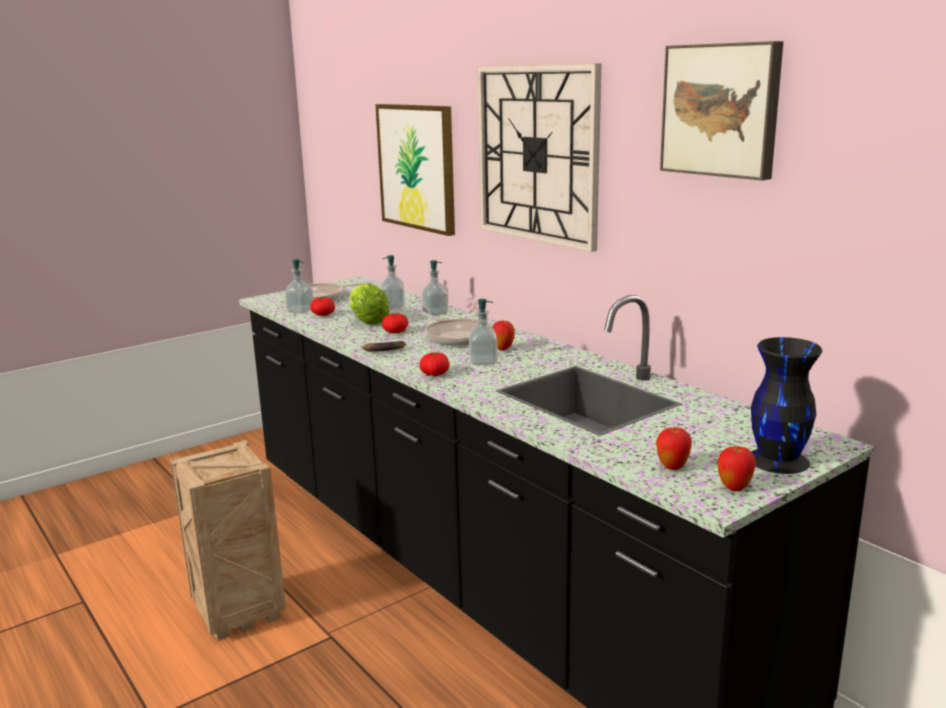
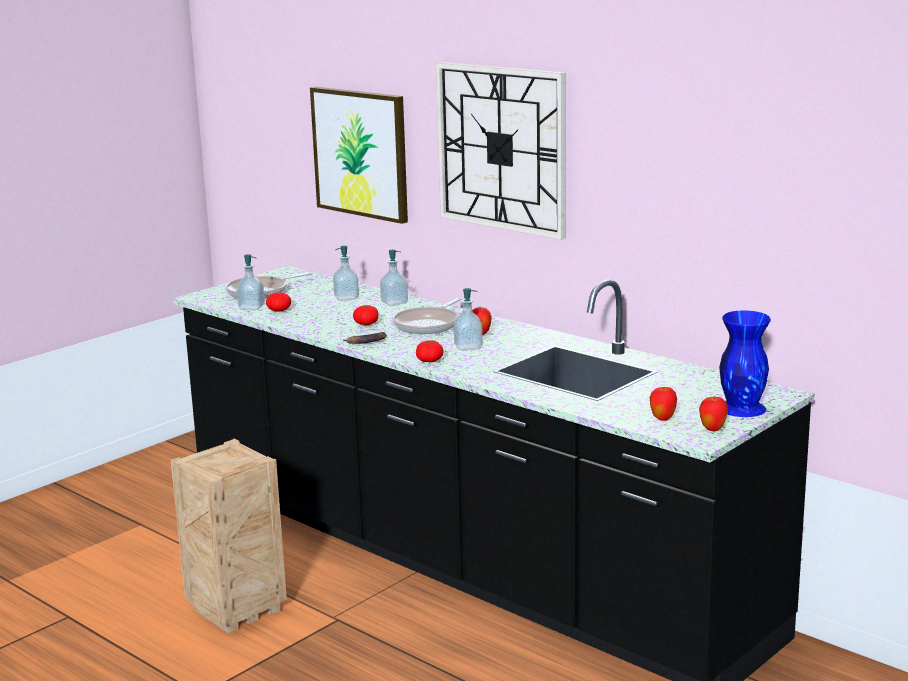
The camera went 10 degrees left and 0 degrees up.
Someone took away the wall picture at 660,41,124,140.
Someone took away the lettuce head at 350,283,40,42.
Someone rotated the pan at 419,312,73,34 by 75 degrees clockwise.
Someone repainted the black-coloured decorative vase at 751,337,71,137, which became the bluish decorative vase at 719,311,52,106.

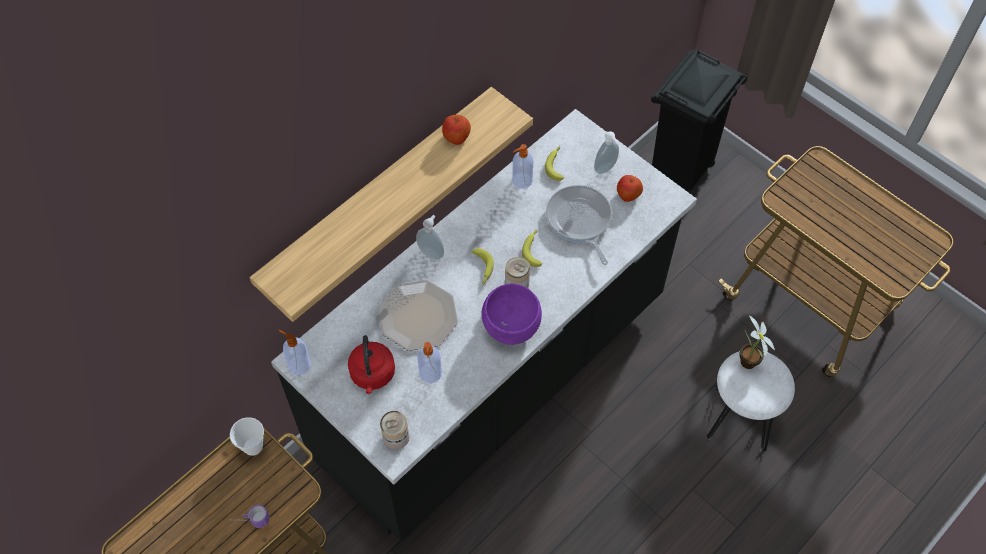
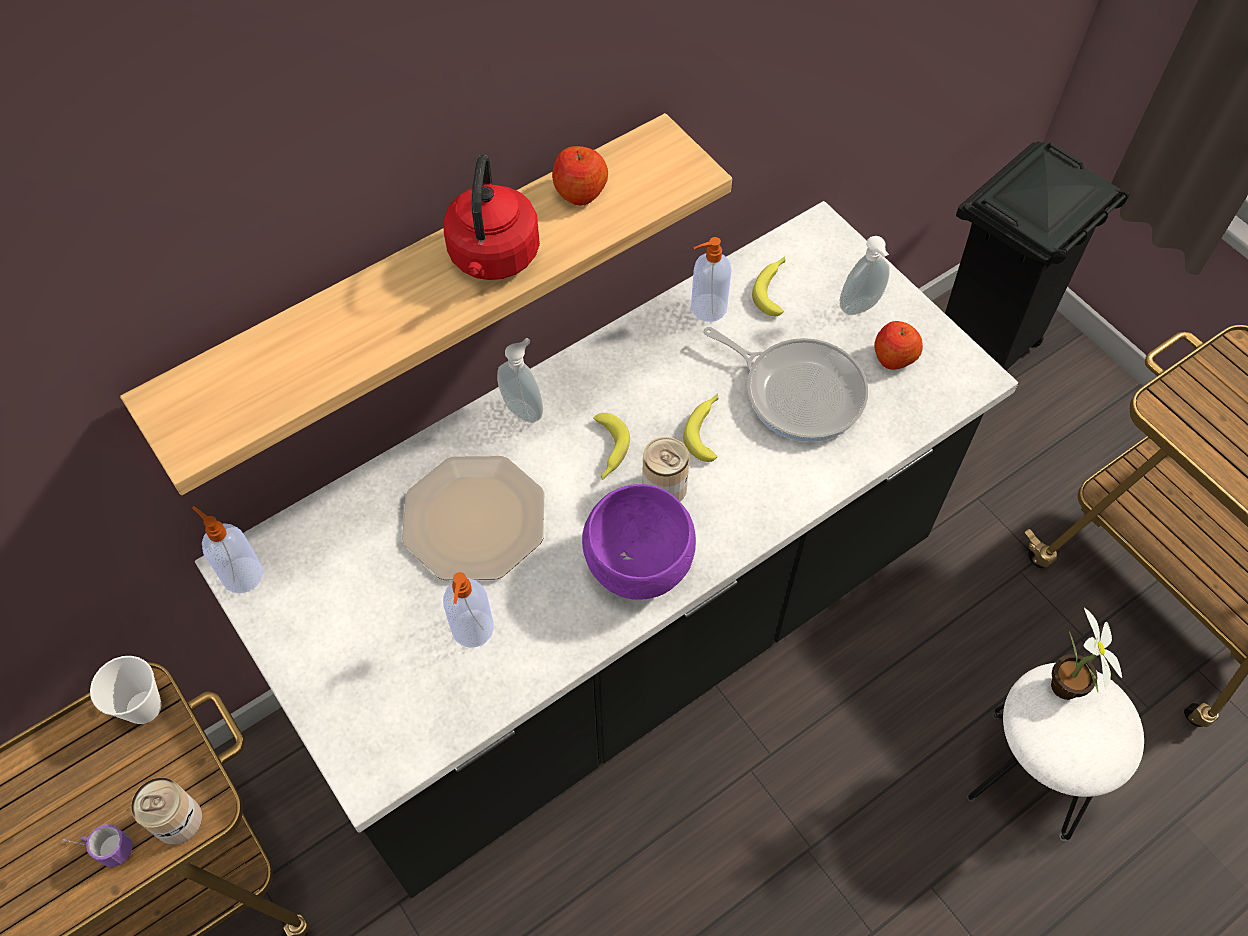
The camera went 10 degrees right and 0 degrees up.
Someone rotated the pan at 546,185,66,80 by 135 degrees clockwise.
Someone carried the red water kettle from 348,335,47,59 to 443,155,97,125.
Someone carried the metal can from 380,411,29,39 to 131,778,71,67.

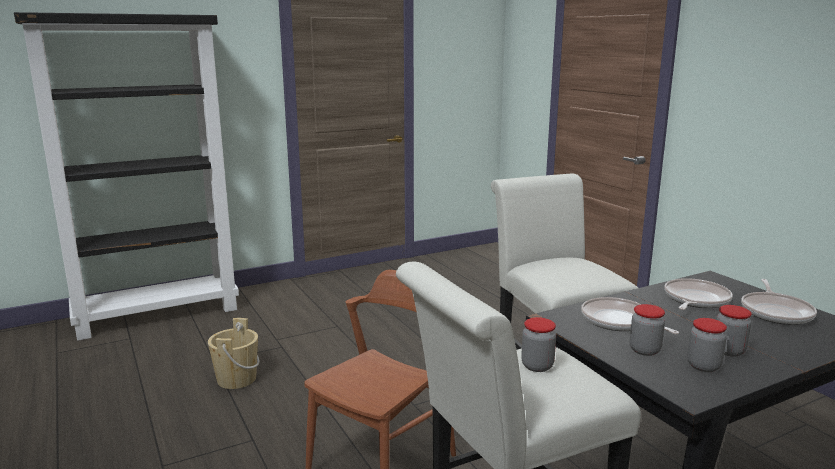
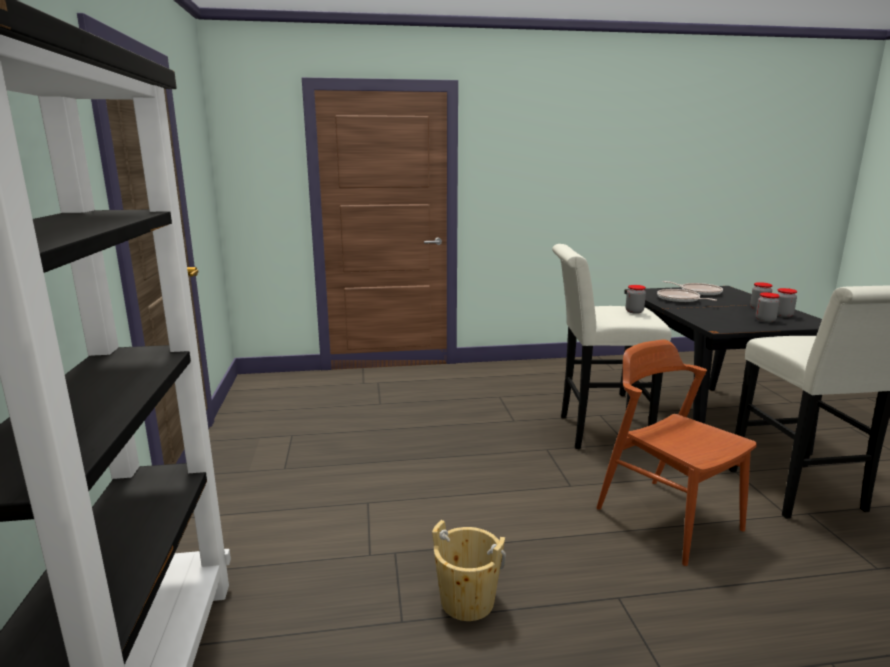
The camera went 70 degrees left and 0 degrees up.
Someone took away the pan at 581,297,98,37.
Someone carried the preserve jar from 521,317,35,55 to 626,285,20,29.

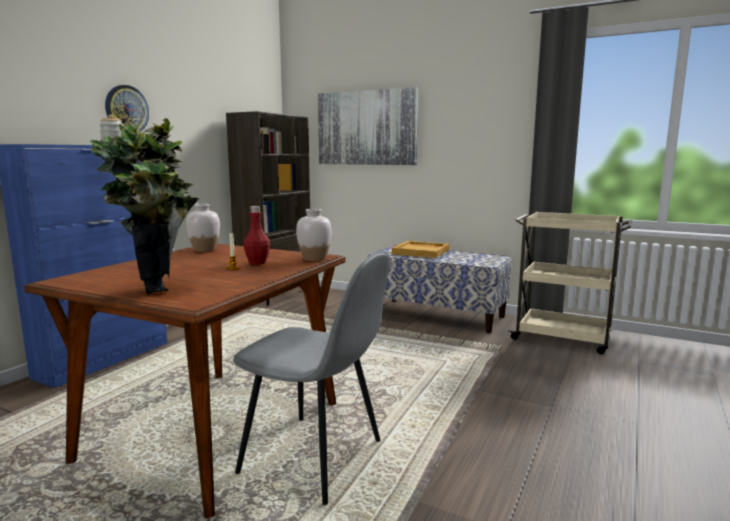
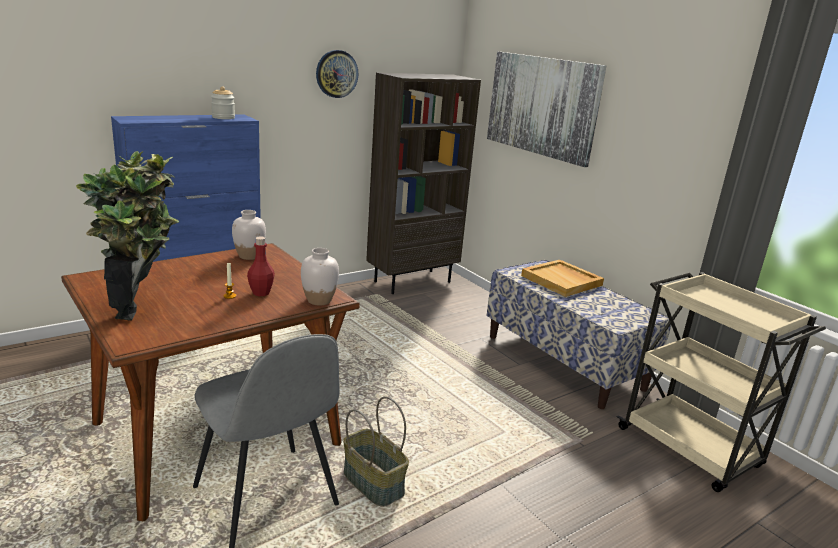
The camera went 25 degrees right and 10 degrees up.
Someone carried the clock on the wall from 105,85,44,47 to 316,50,42,48.
Someone put down the household basket at 343,397,66,110.

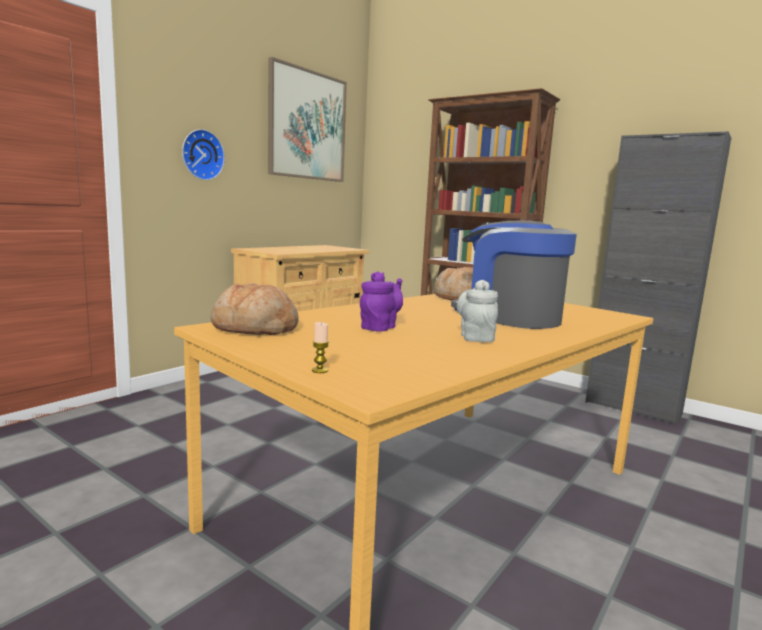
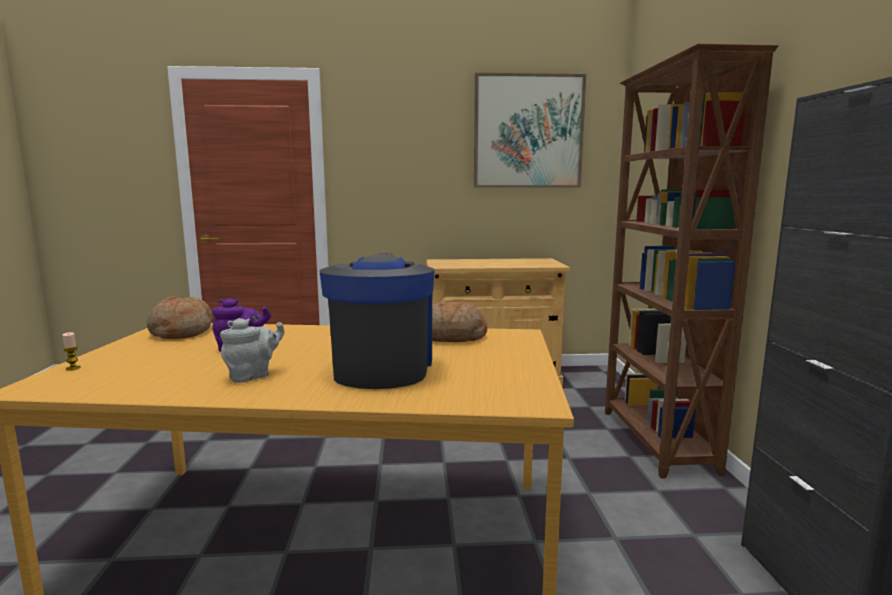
The camera went 50 degrees right and 0 degrees up.
Someone took away the clock on the wall at 182,129,43,51.

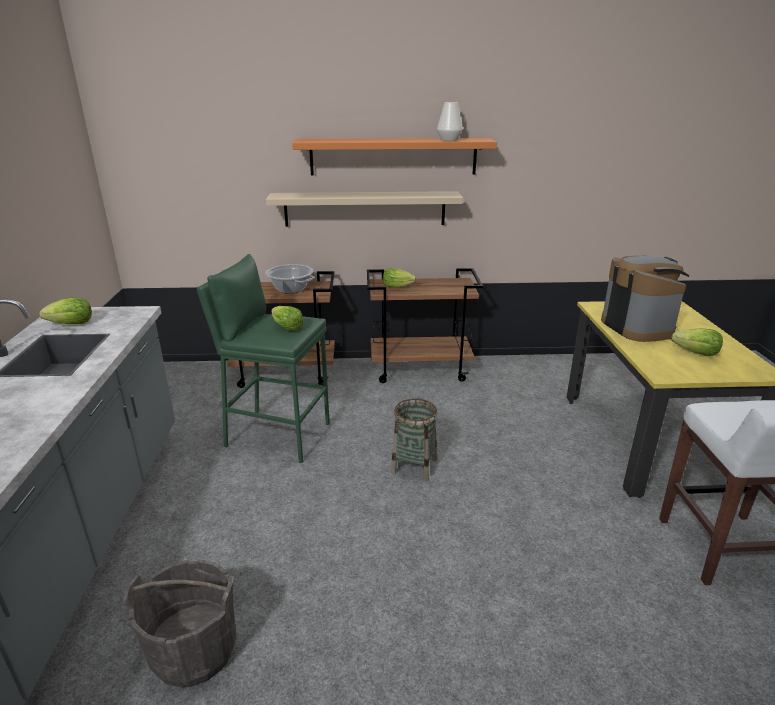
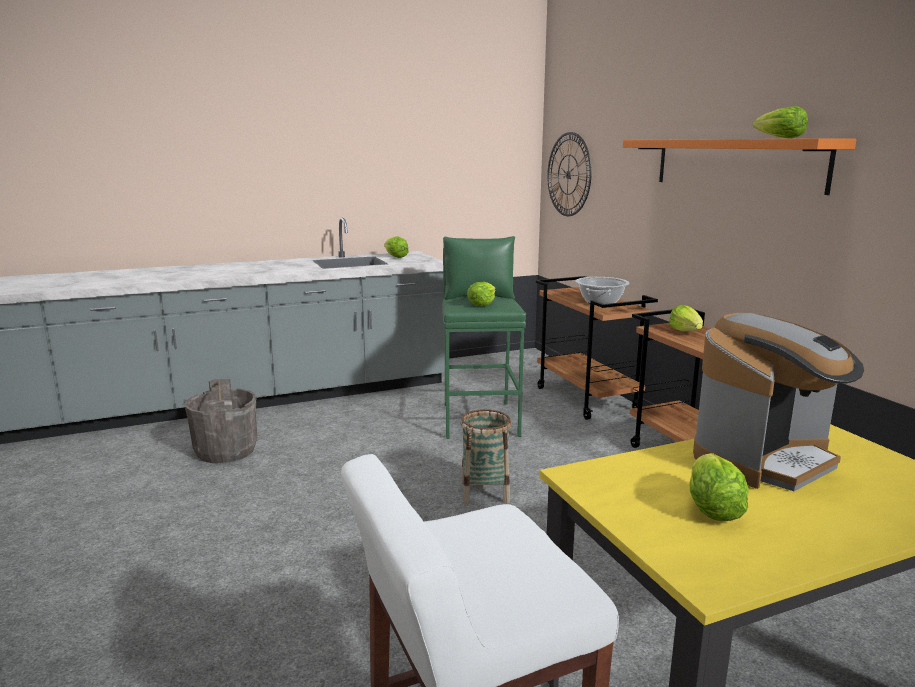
The camera went 70 degrees right and 10 degrees down.
Someone swapped the white decorative vase at 437,102,26,39 for the lettuce head at 752,106,56,32.
Someone took away the sand-coloured shelf at 266,191,197,36.
Someone put up the clock on the wall at 547,132,45,84.

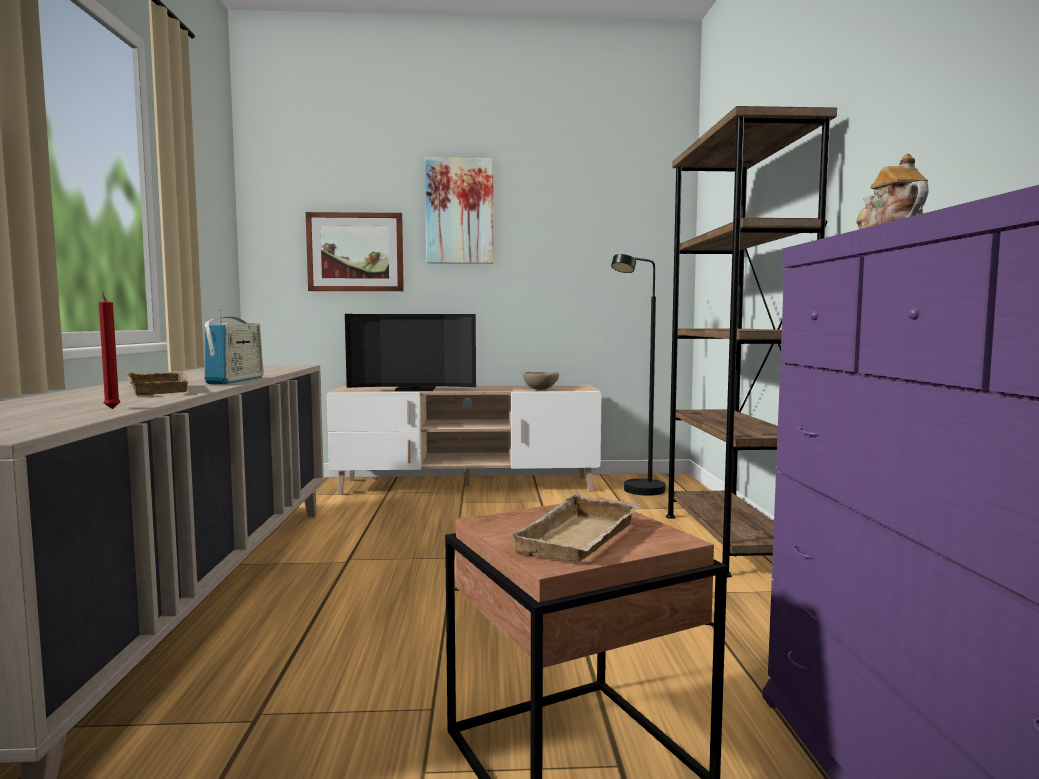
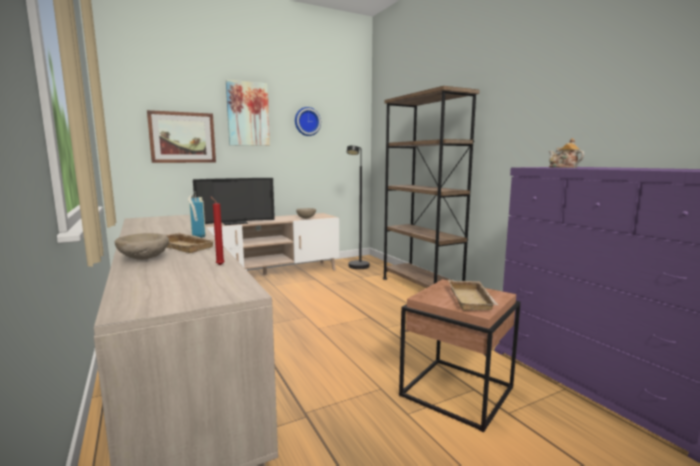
The camera went 25 degrees left and 5 degrees up.
Someone put up the clock on the wall at 295,107,26,29.
Someone put down the sand-coloured bowl at 115,233,54,27.

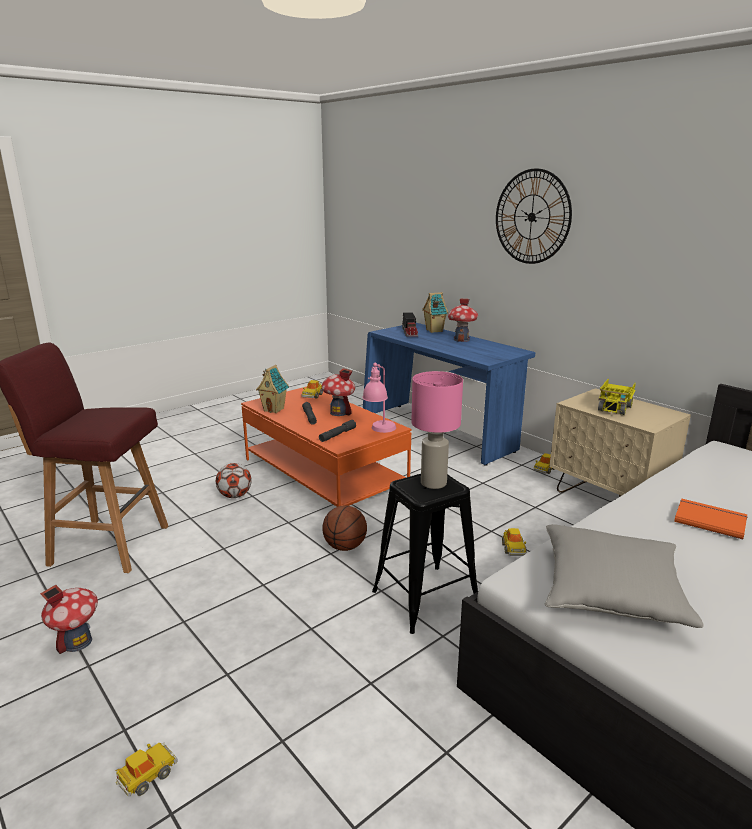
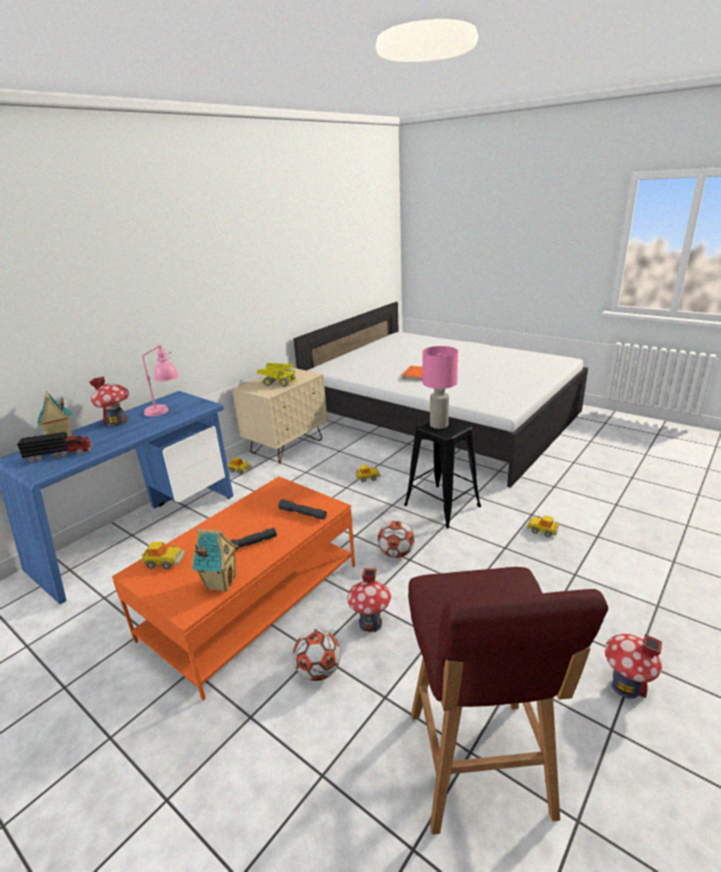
The camera went 100 degrees left and 5 degrees up.
Someone took away the clock on the wall at 496,168,76,96.
Someone carried the pinkish table lamp from 362,363,34,70 to 142,344,37,73.
Someone carried the toy house from 321,368,34,48 to 347,568,44,65.
Someone swapped the basketball ball at 322,505,45,46 for the football at 378,521,37,37.
Someone took away the grey pillow at 545,524,159,104.
Someone carried the toy car from 115,742,63,54 to 526,515,33,22.

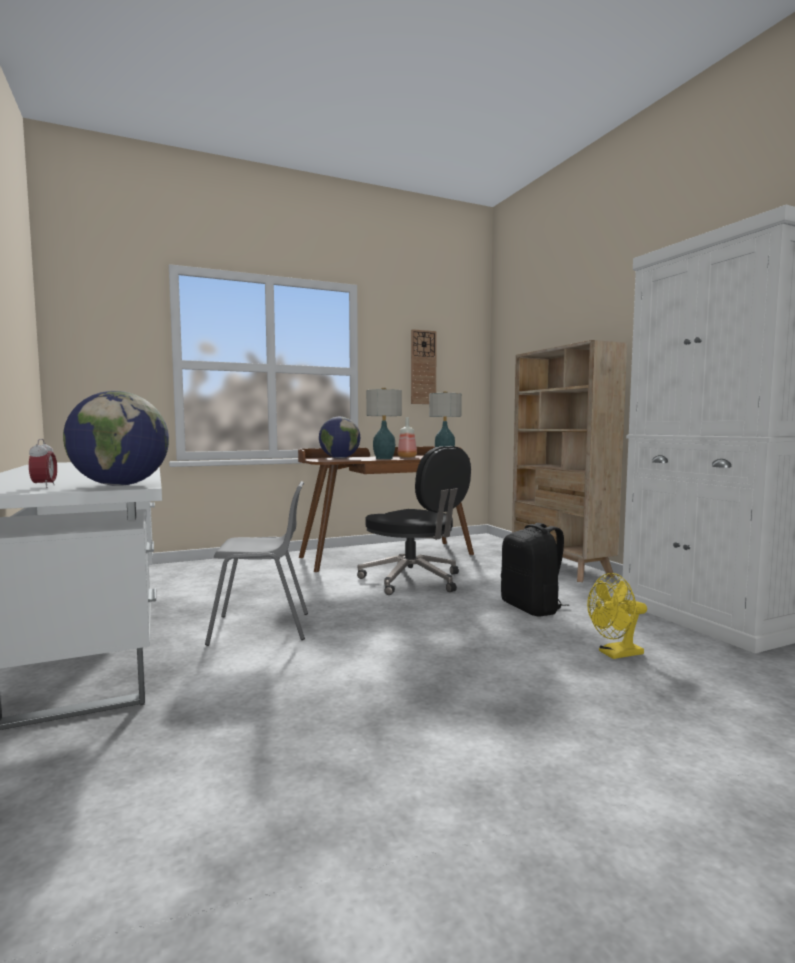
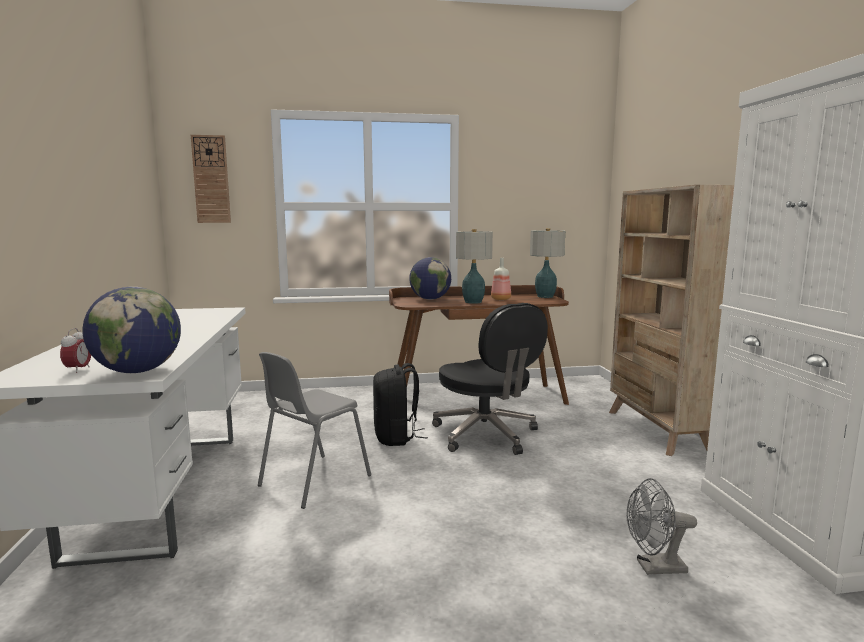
The camera went 15 degrees right and 5 degrees up.
Someone carried the clock on the wall from 411,329,26,75 to 191,135,40,88.
Someone rotated the grey plain chair at 205,481,103,165 by 120 degrees clockwise.
Someone carried the black-coloured backpack from 501,523,68,94 to 373,363,55,83.
Someone repainted the yellow electric fan at 587,573,60,86, which became the grey electric fan at 627,478,70,97.

